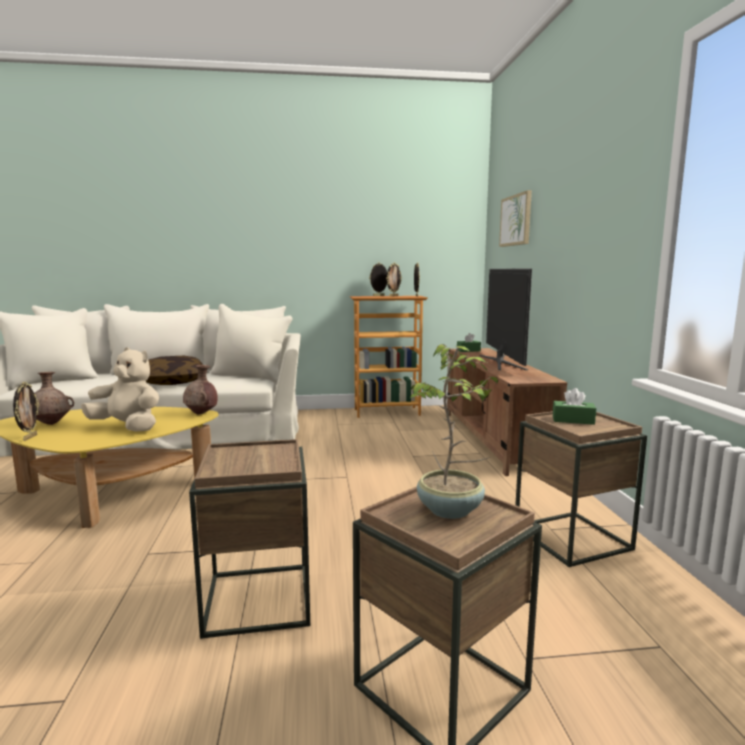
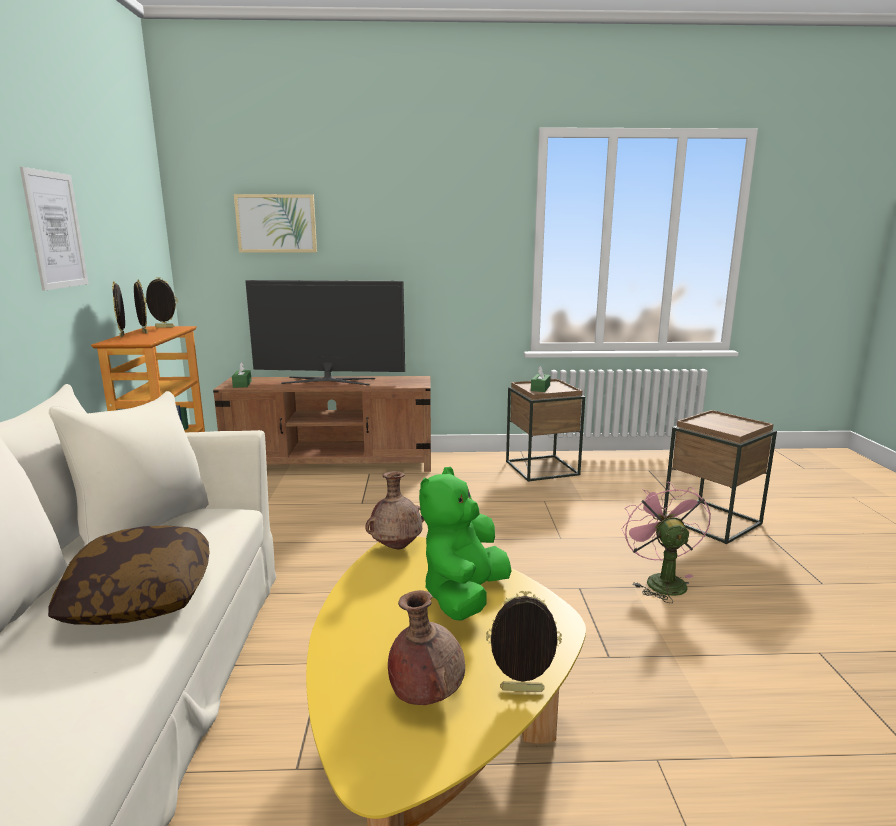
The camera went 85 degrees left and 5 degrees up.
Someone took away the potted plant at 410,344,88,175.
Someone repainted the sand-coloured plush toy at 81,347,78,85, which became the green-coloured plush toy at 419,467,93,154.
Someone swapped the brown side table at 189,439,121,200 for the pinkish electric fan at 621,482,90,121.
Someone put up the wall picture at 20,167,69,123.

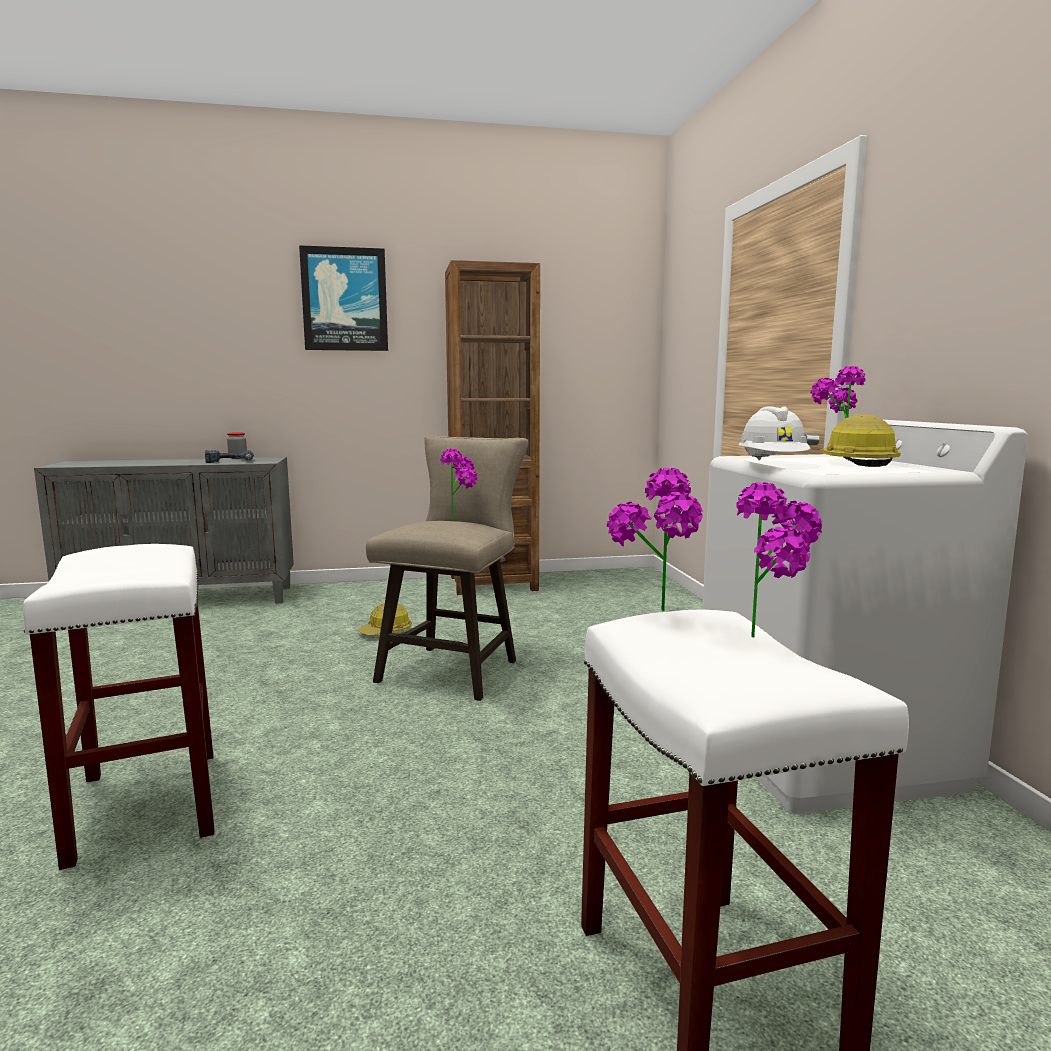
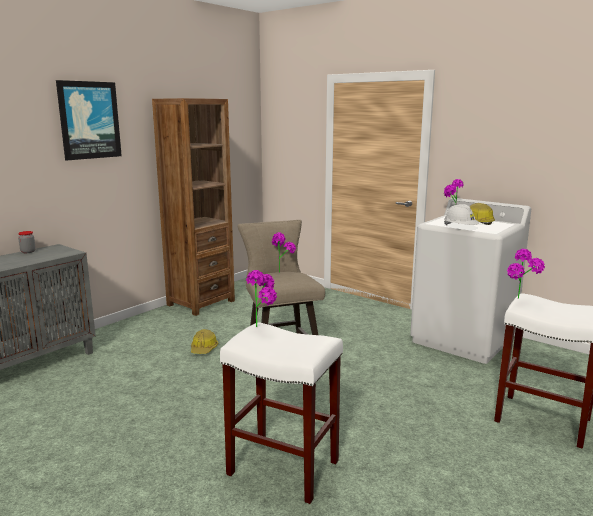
The camera went 40 degrees left and 5 degrees up.
Someone took away the electric drill at 205,450,49,13.
Someone carried the potted plant from 736,482,86,156 to 246,270,31,57.

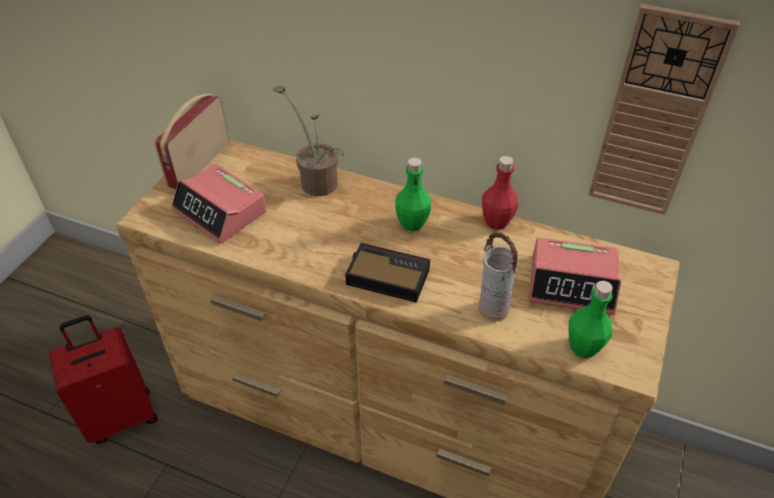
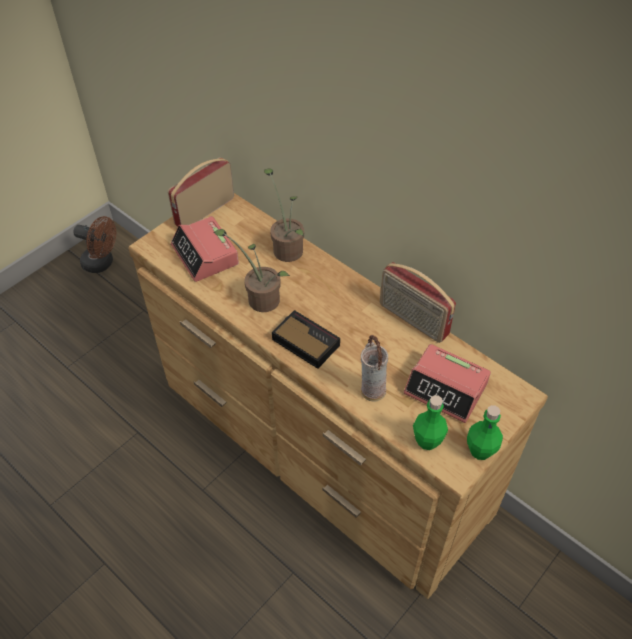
The camera went 20 degrees right and 5 degrees up.
Someone took away the clock on the wall at 588,4,152,211.
Someone swapped the red bottle at 482,156,36,74 for the radio at 380,262,76,81.
Someone carried the green-coloured bottle from 395,158,36,74 to 467,405,36,55.
Someone took away the red suitcase at 49,315,108,129.
Someone put down the brown electric fan at 73,216,43,57.
Someone put down the potted plant at 214,229,76,83.

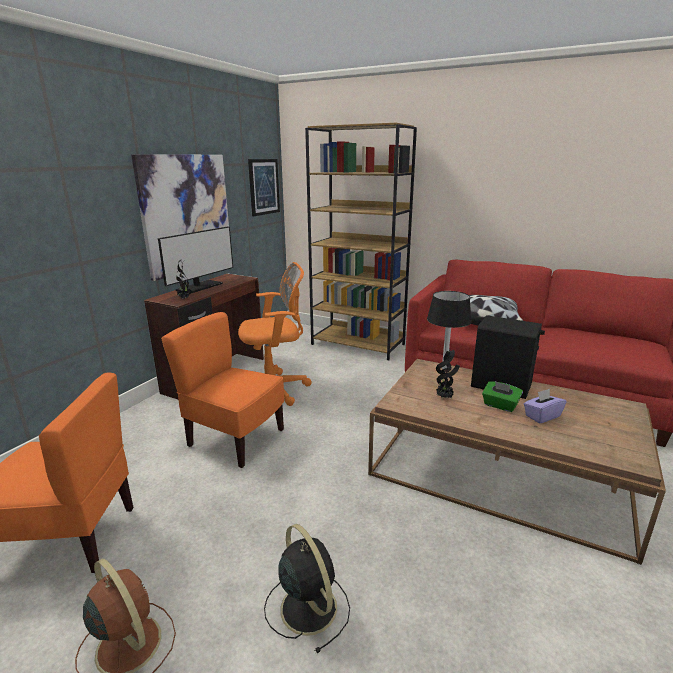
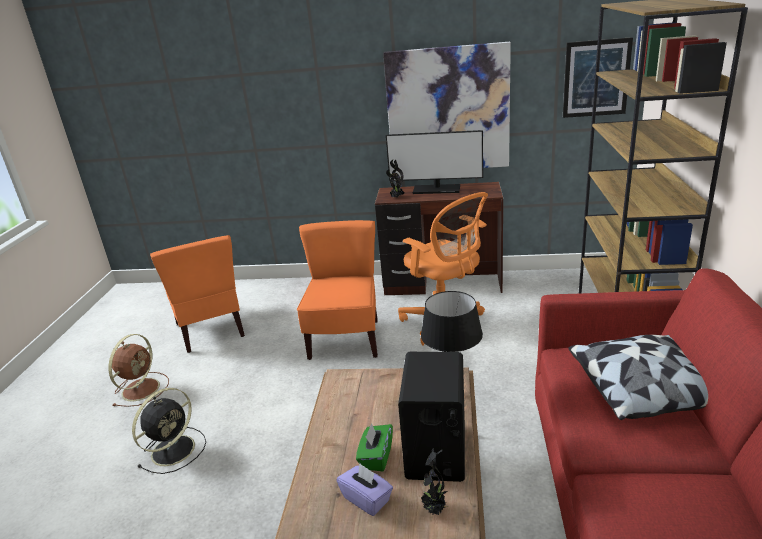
The camera went 70 degrees right and 5 degrees up.
Someone carried the potted plant from 436,349,24,49 to 421,448,28,67.

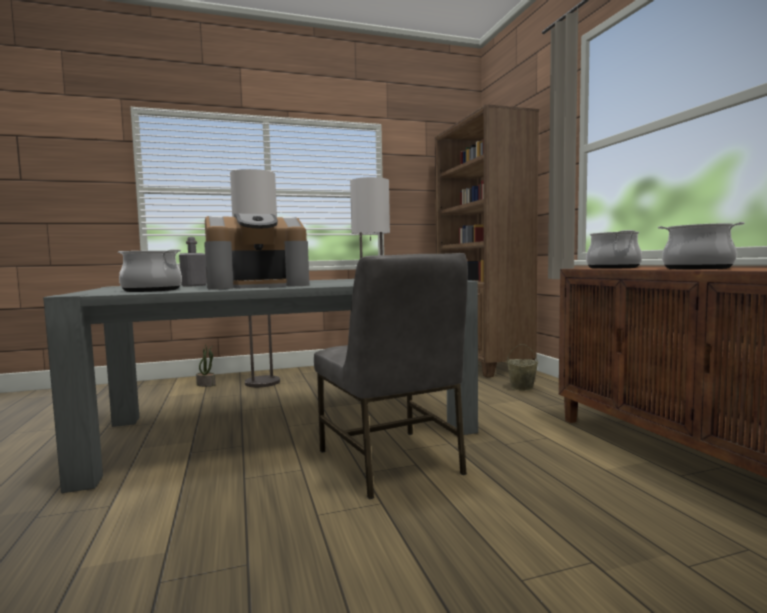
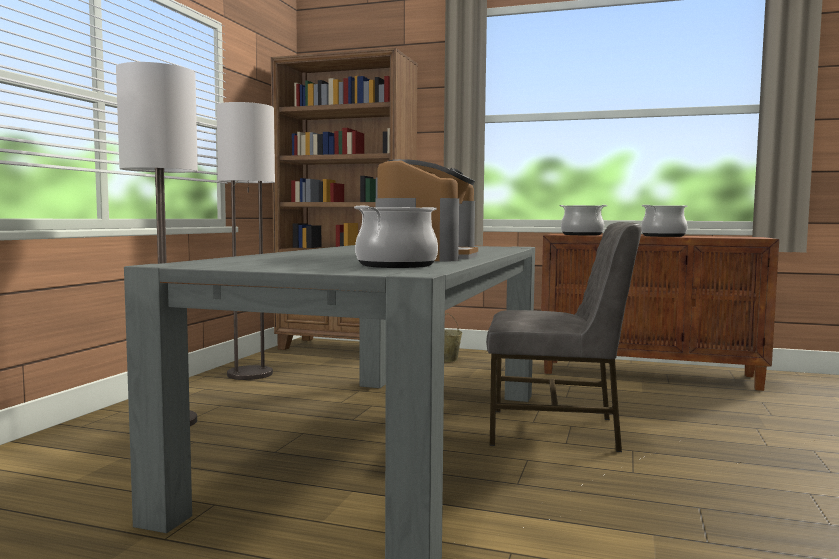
The camera went 55 degrees left and 0 degrees up.
Someone took away the grey bottle at 179,237,28,49.
Someone took away the potted plant at 196,345,20,42.

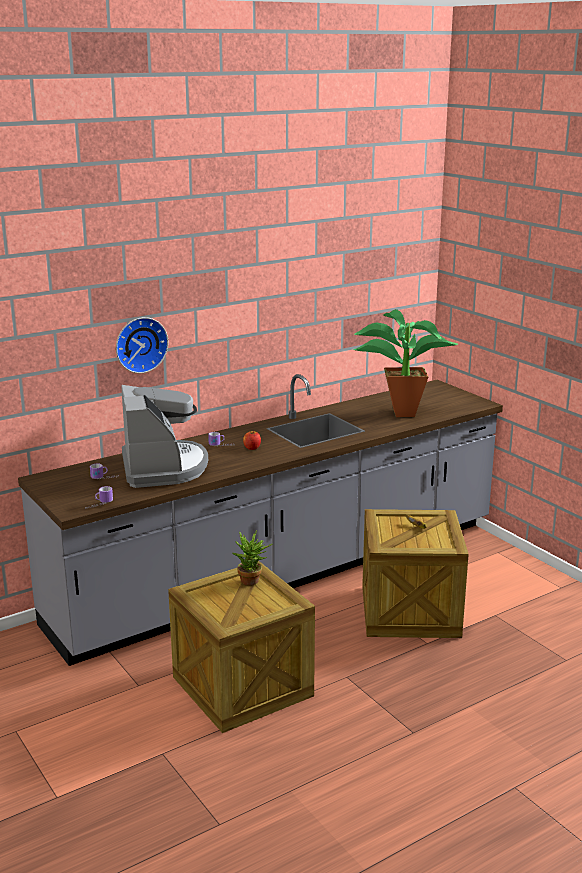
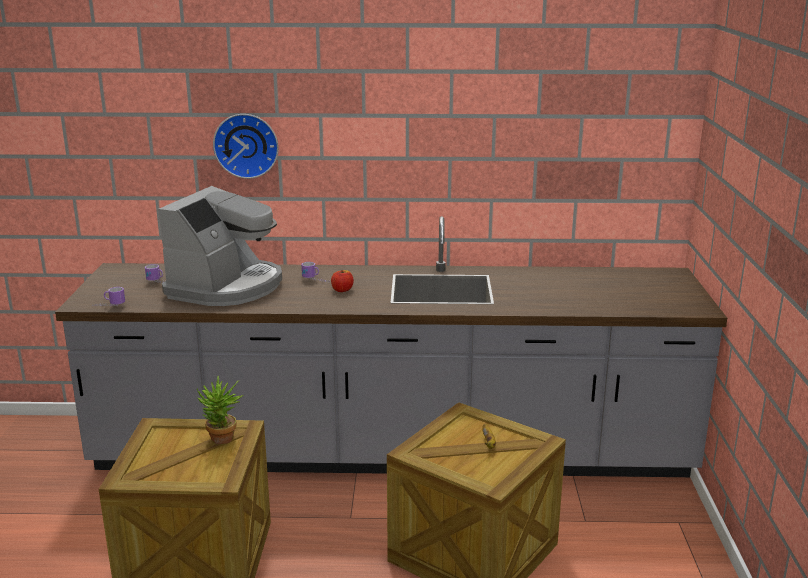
The camera went 35 degrees right and 0 degrees up.
Someone took away the potted plant at 353,309,105,108.

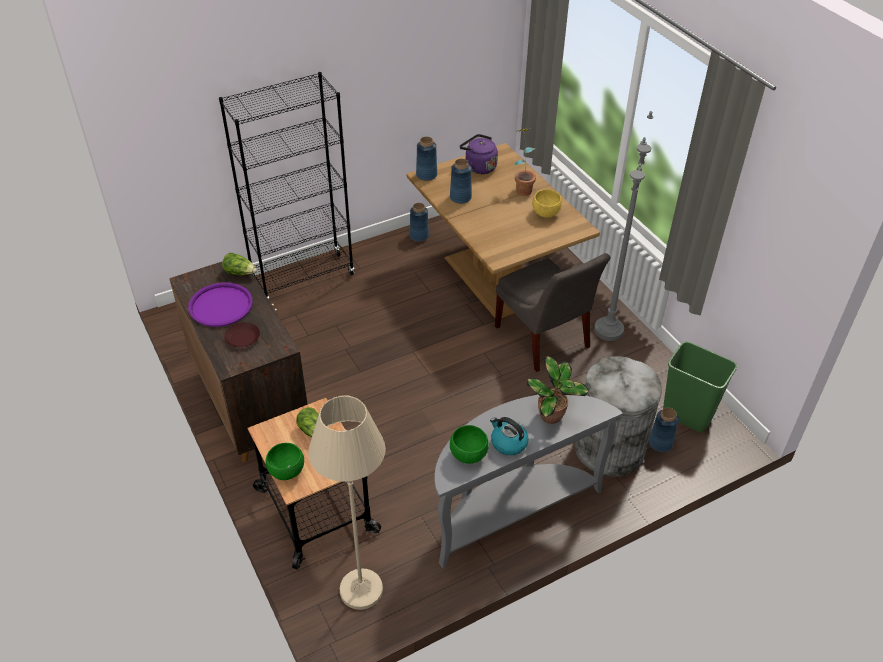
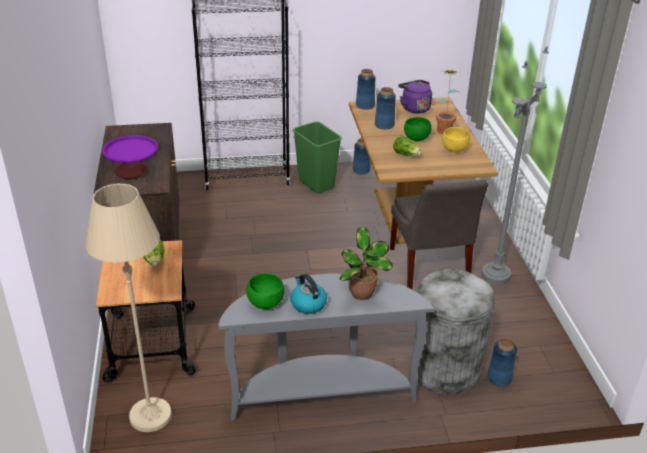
The camera went 20 degrees right and 10 degrees down.
Someone carried the lettuce head from 222,252,35,23 to 393,136,28,20.
Someone carried the green-coloured waste bin from 663,341,74,91 to 293,122,49,71.
Someone carried the green-coloured bowl from 266,443,38,37 to 404,117,28,24.

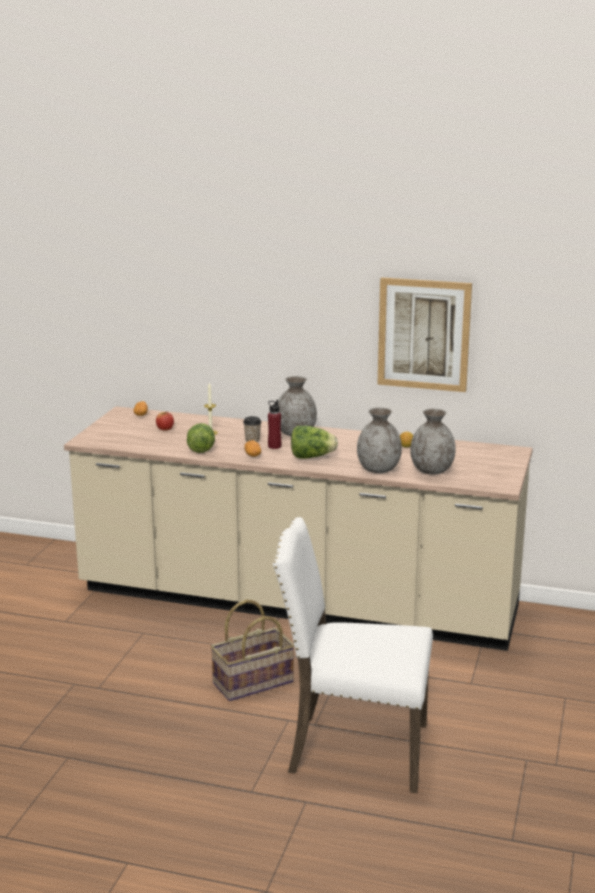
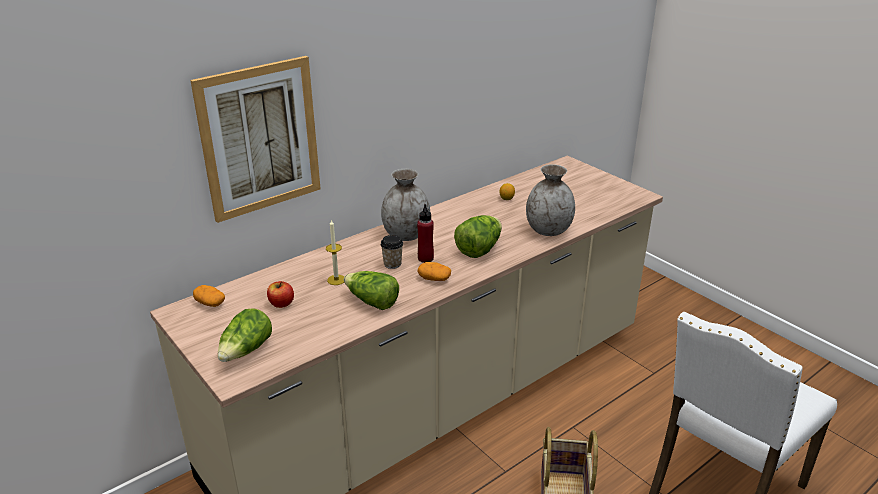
The camera went 55 degrees left and 10 degrees up.
Someone carried the wall picture from 377,277,95,115 to 190,56,131,167.
Someone took away the grey decorative vase at 410,409,46,66.
Someone put down the lettuce head at 218,308,54,54.

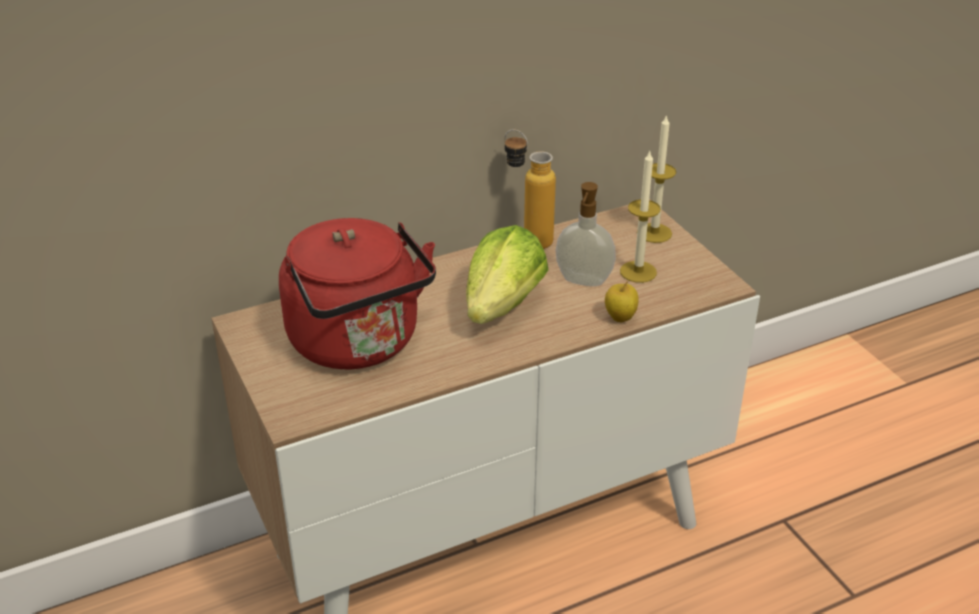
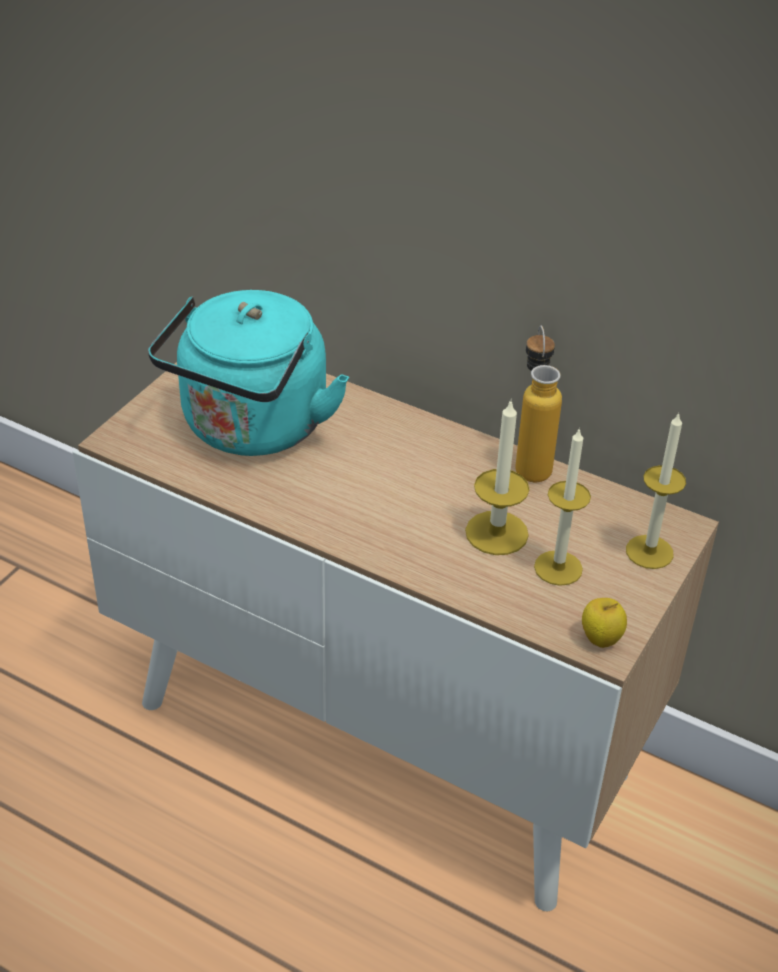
The camera went 55 degrees right and 5 degrees up.
Someone swapped the liquid soap bottle at 555,182,61,104 for the candle at 465,399,65,156.
Someone repainted the red water kettle at 279,218,157,152, which became the turquoise-coloured water kettle at 148,290,201,166.
Someone took away the lettuce head at 466,225,83,99.
Someone carried the apple fruit from 605,281,34,41 to 582,598,45,50.

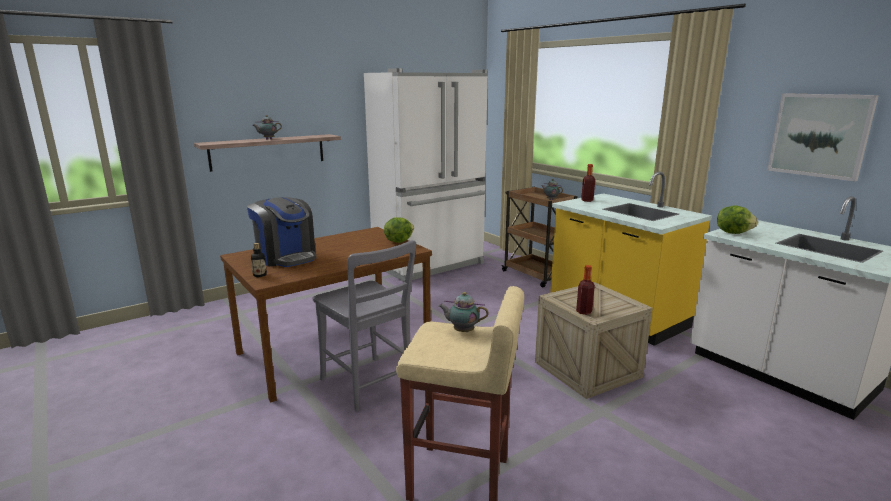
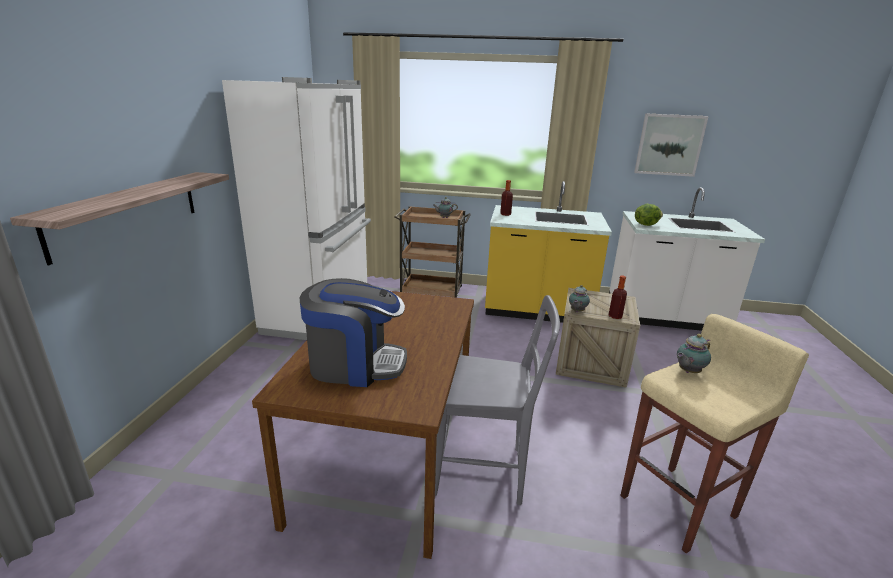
The camera went 45 degrees left and 5 degrees up.
Someone carried the teapot from 253,115,29,24 to 569,285,21,27.
Someone took away the lettuce head at 384,217,30,26.
Someone took away the bottle at 251,243,16,34.

